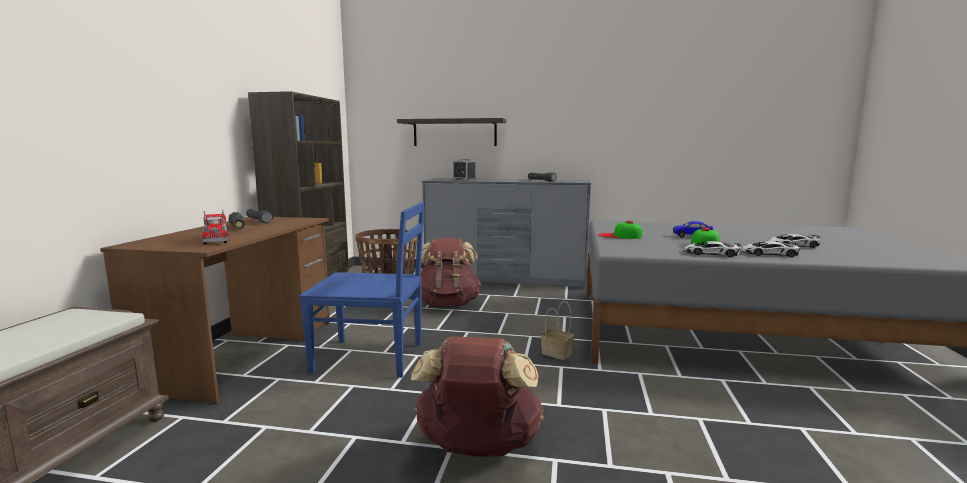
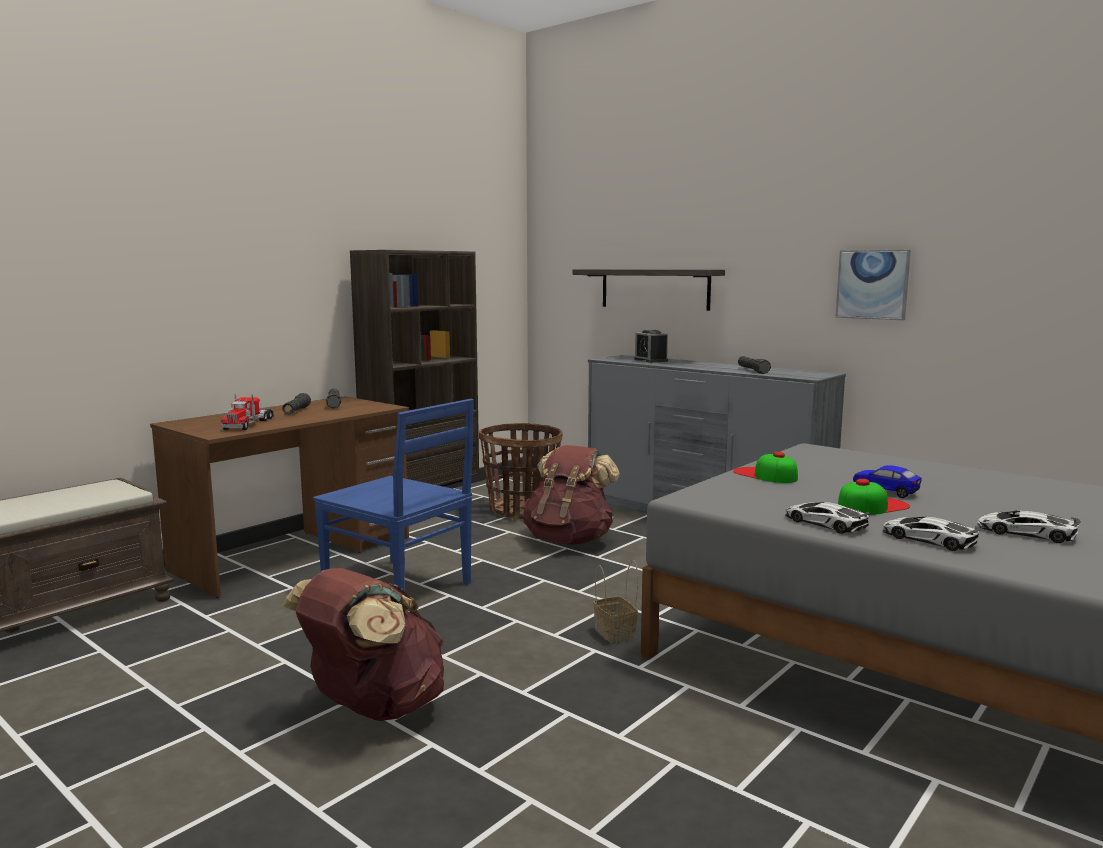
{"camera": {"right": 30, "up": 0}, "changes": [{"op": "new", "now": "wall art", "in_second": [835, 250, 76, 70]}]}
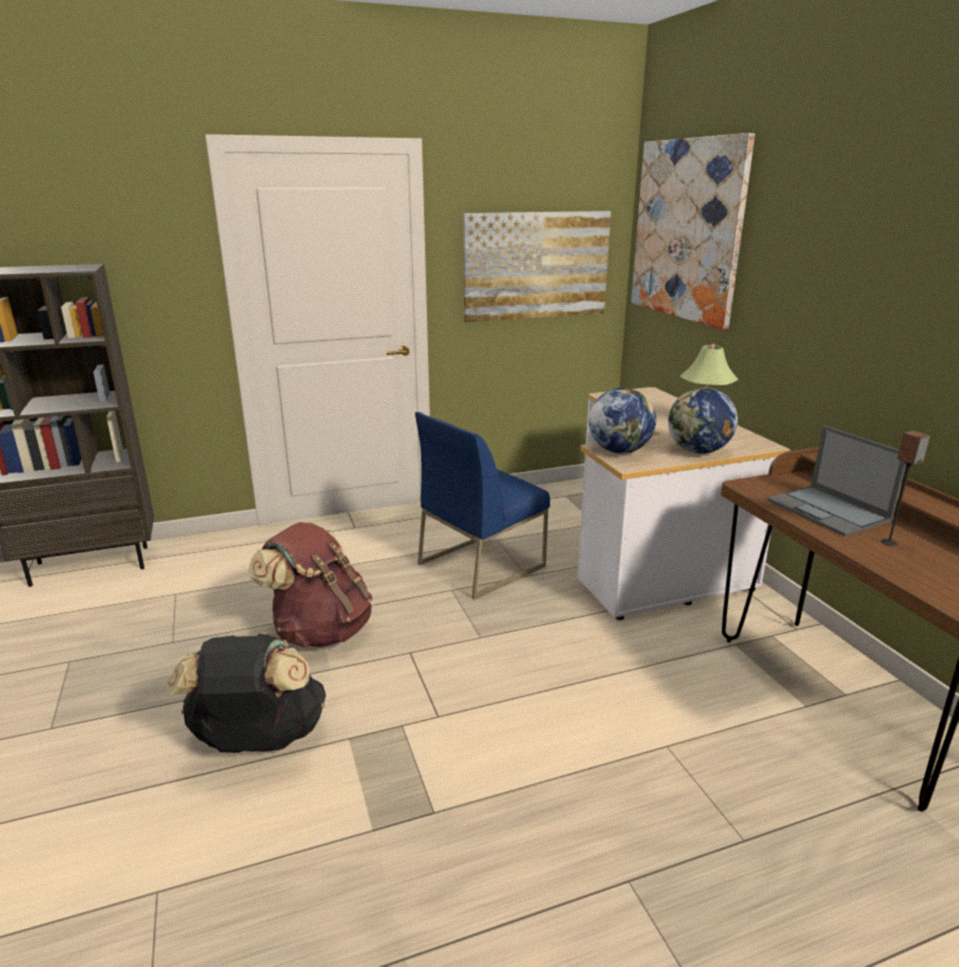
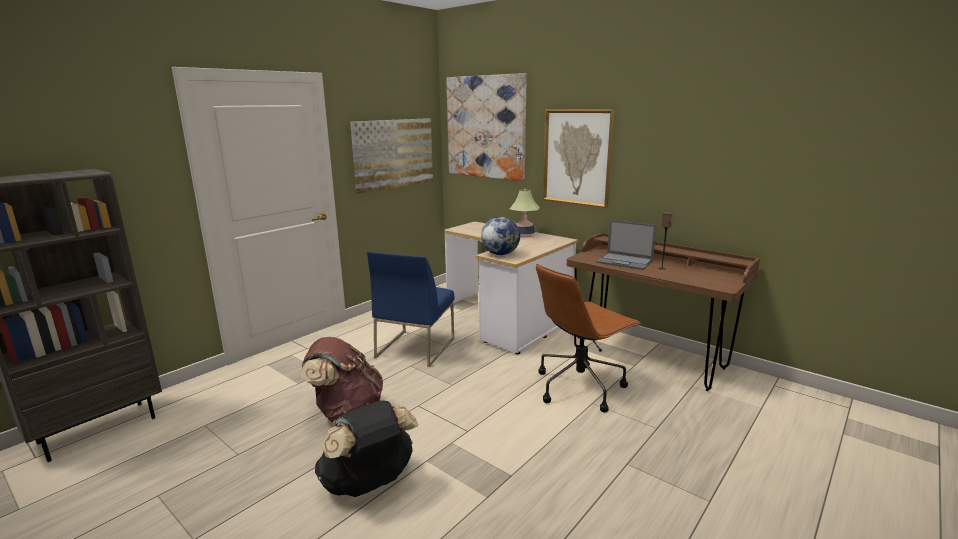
{"camera": {"right": -30, "up": -5}, "changes": [{"op": "gone", "was": "globe", "in_first": [668, 388, 70, 65]}, {"op": "new", "now": "brown computer chair", "in_second": [536, 264, 106, 149]}, {"op": "new", "now": "wall art", "in_second": [543, 110, 72, 98]}]}
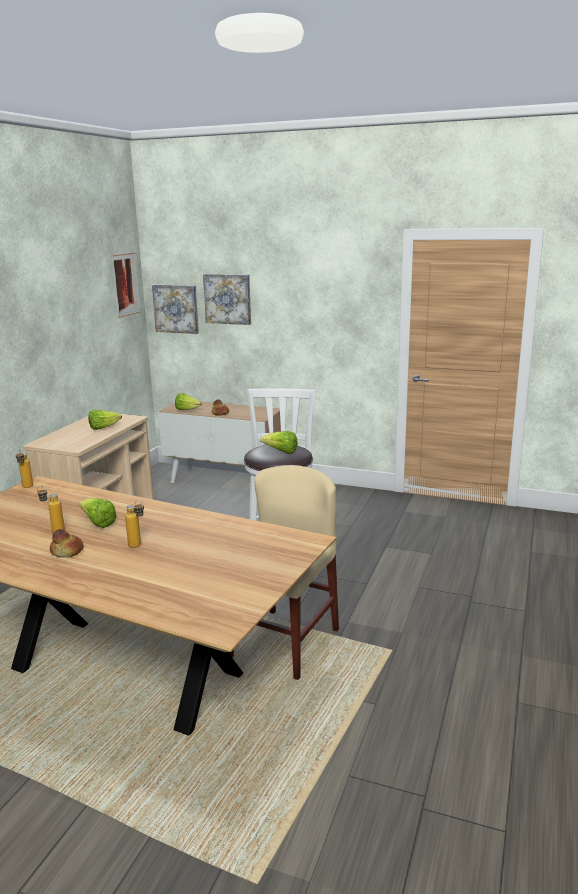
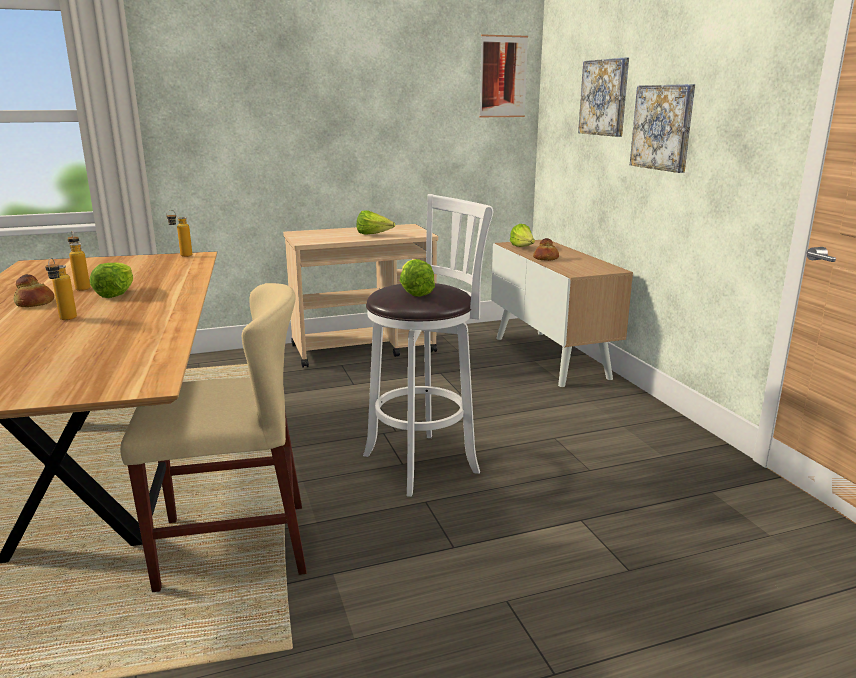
{"camera": {"right": 50, "up": 0}, "changes": [{"op": "shifted", "was": "wall art", "in_first": [152, 285, 47, 49], "in_second": [630, 84, 65, 89]}]}
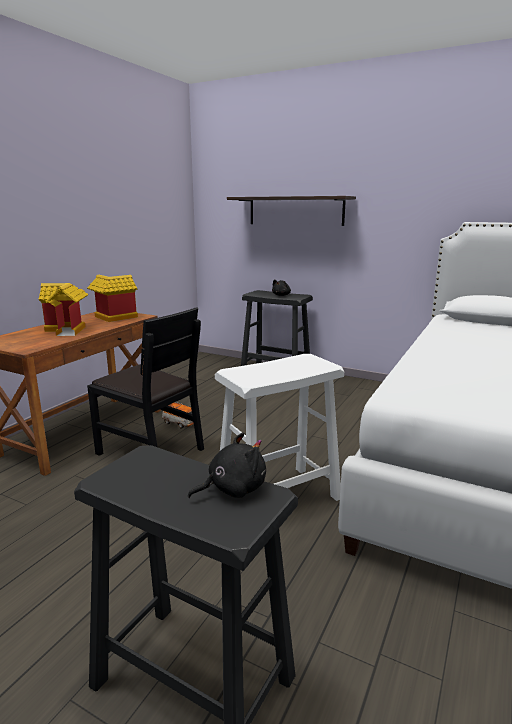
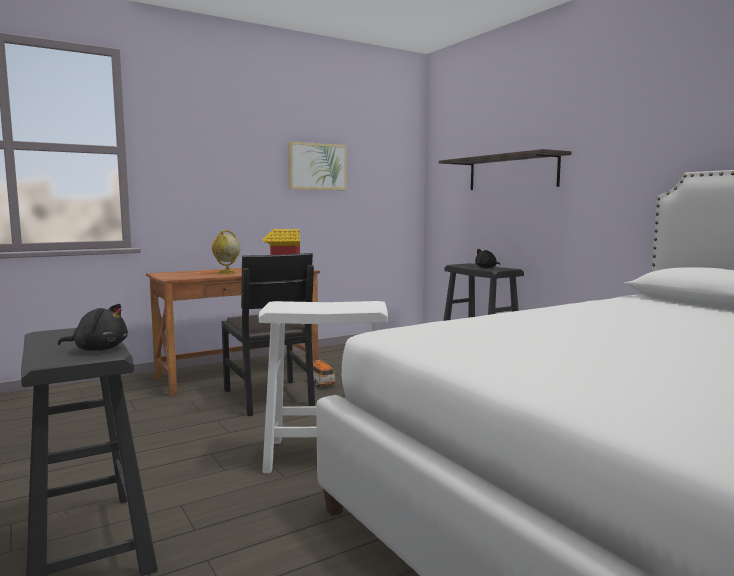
{"camera": {"right": 30, "up": -10}, "changes": [{"op": "new", "now": "wall art", "in_second": [288, 141, 59, 49]}, {"op": "swapped", "was": "model house", "now": "globe", "in_first": [39, 283, 49, 53], "in_second": [212, 230, 28, 44]}]}
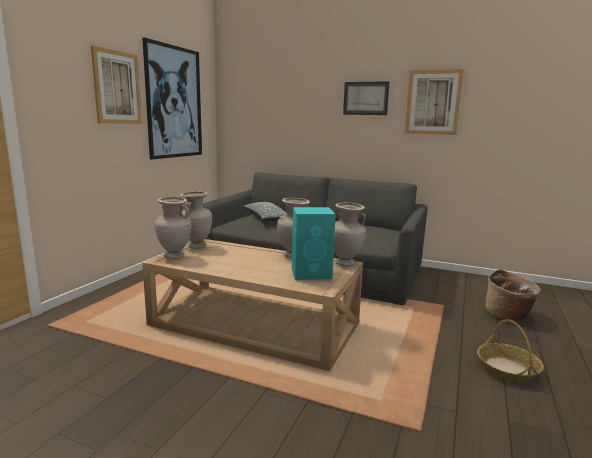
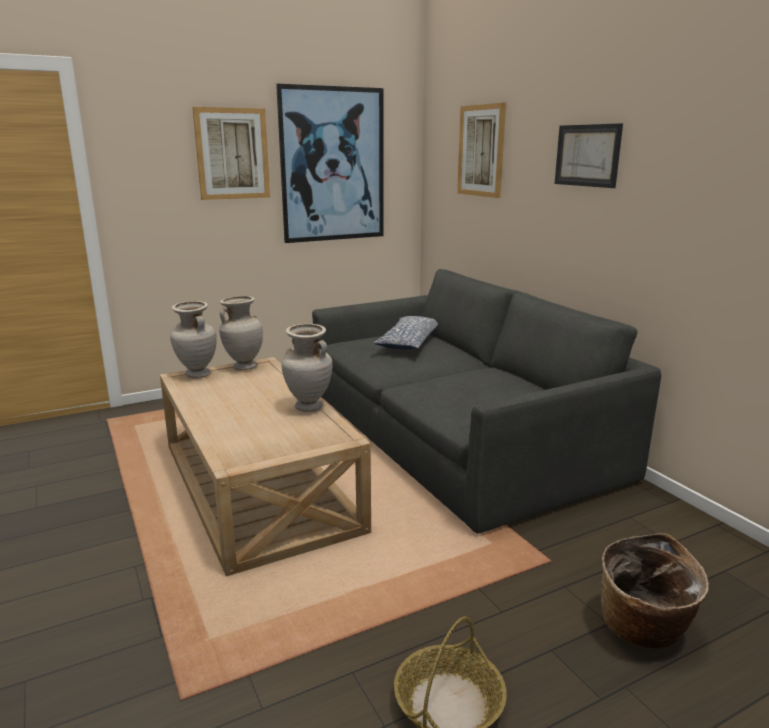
{"camera": {"right": 40, "up": 5}, "changes": [{"op": "gone", "was": "turquoise-coloured speaker", "in_first": [292, 207, 43, 73]}, {"op": "gone", "was": "beige flower vase", "in_first": [334, 203, 32, 63]}, {"op": "shifted", "was": "wall art", "in_first": [405, 69, 59, 66], "in_second": [457, 102, 49, 96]}]}
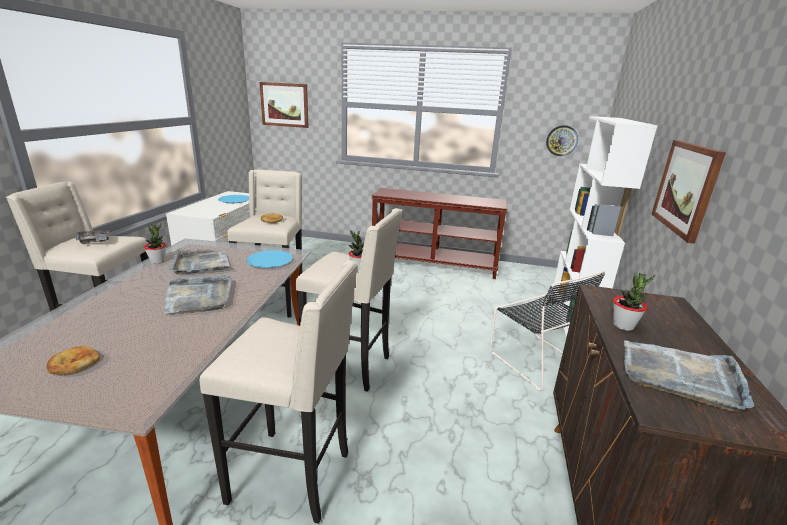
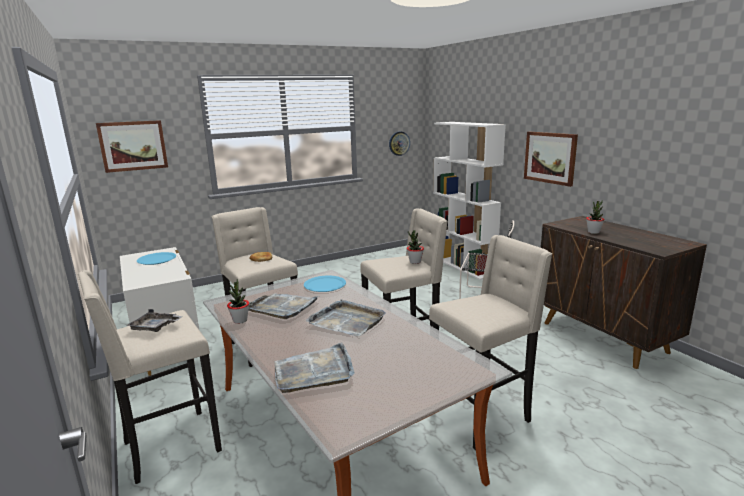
{"camera": {"right": -40, "up": -5}, "changes": [{"op": "gone", "was": "baked bread", "in_first": [46, 346, 54, 29]}, {"op": "gone", "was": "brown narrow table", "in_first": [372, 188, 135, 91]}, {"op": "shifted", "was": "grey tray", "in_first": [624, 340, 130, 72], "in_second": [275, 342, 80, 51]}]}
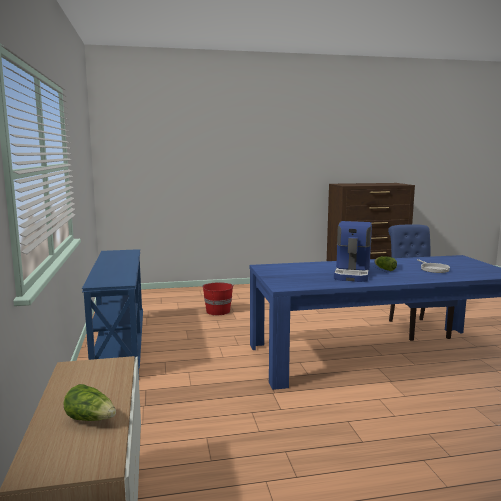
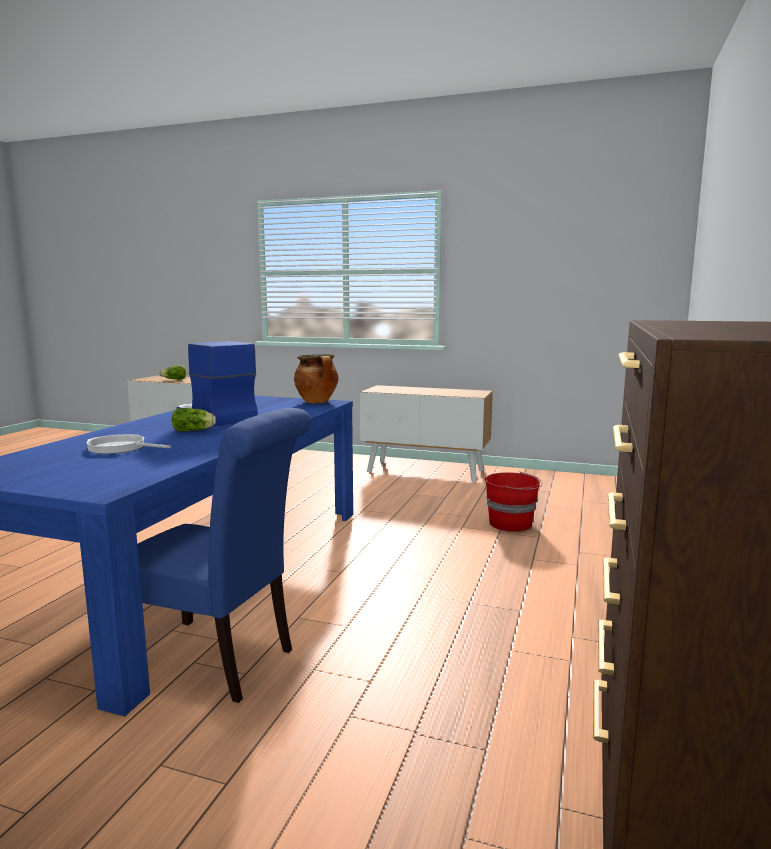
{"camera": {"right": 120, "up": 0}, "changes": [{"op": "new", "now": "saucepot", "in_second": [294, 354, 44, 49]}, {"op": "swapped", "was": "bluish narrow table", "now": "cupboard", "in_first": [82, 249, 61, 123], "in_second": [360, 385, 133, 97]}]}
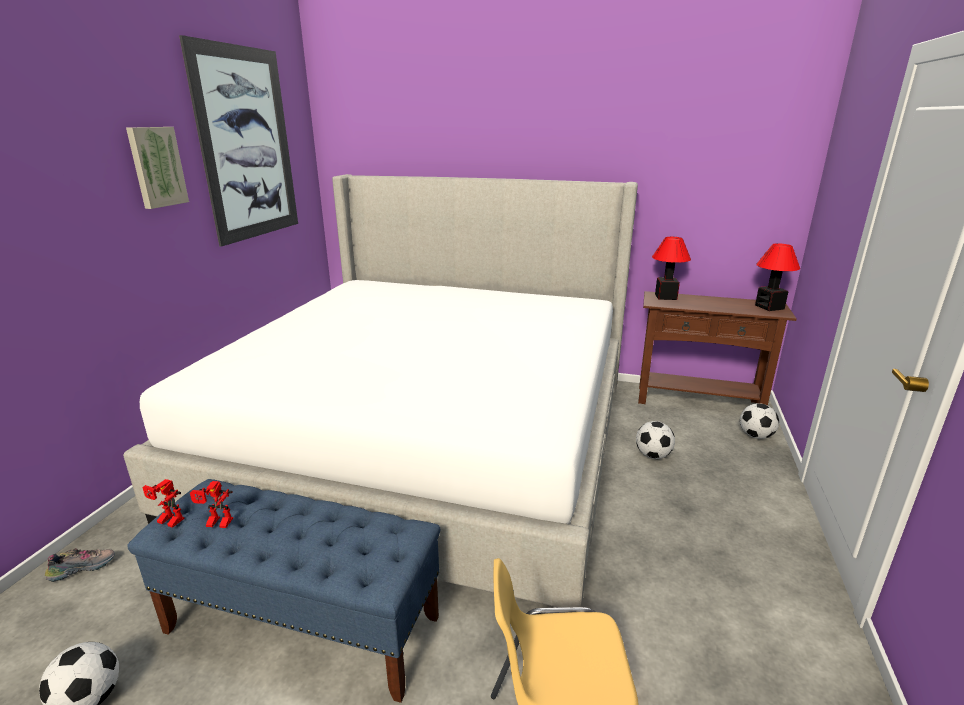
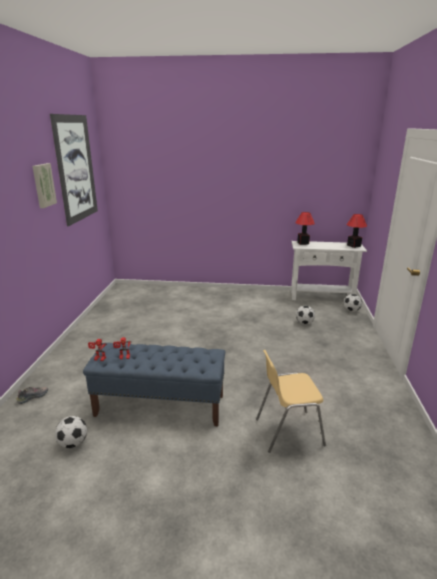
{"camera": {"right": -10, "up": 0}, "changes": [{"op": "gone", "was": "bedroom bed", "in_first": [123, 174, 515, 433]}, {"op": "repainted", "was": "brown narrow table", "now": "white-coloured narrow table", "in_first": [638, 291, 159, 114], "in_second": [291, 241, 76, 59]}]}
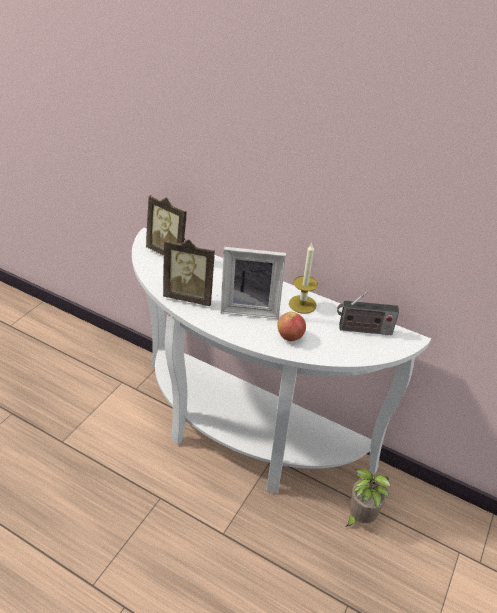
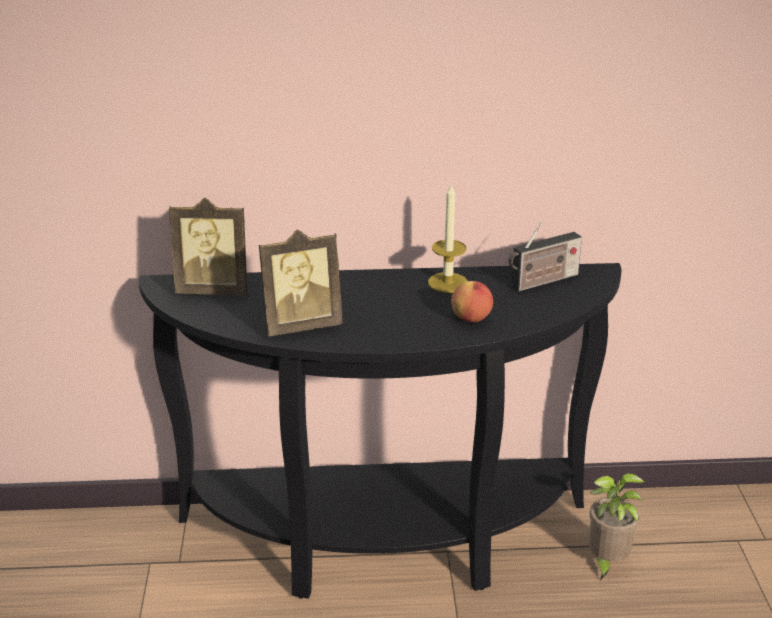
{"camera": {"right": -30, "up": -10}, "changes": [{"op": "gone", "was": "photo frame", "in_first": [221, 247, 65, 72]}, {"op": "repainted", "was": "white-coloured narrow table", "now": "black-coloured narrow table", "in_first": [132, 228, 299, 265], "in_second": [138, 263, 483, 336]}]}
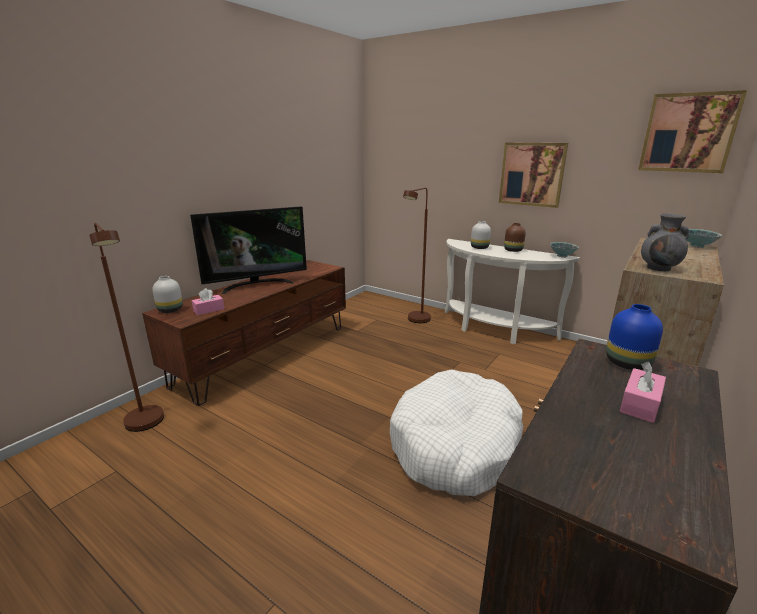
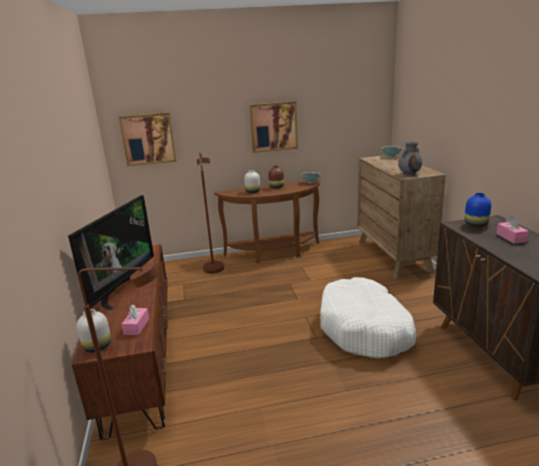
{"camera": {"right": -45, "up": 0}, "changes": [{"op": "shifted", "was": "wall art", "in_first": [638, 90, 109, 83], "in_second": [119, 112, 57, 54]}, {"op": "repainted", "was": "white-coloured narrow table", "now": "brown narrow table", "in_first": [445, 239, 135, 105], "in_second": [214, 180, 106, 83]}]}
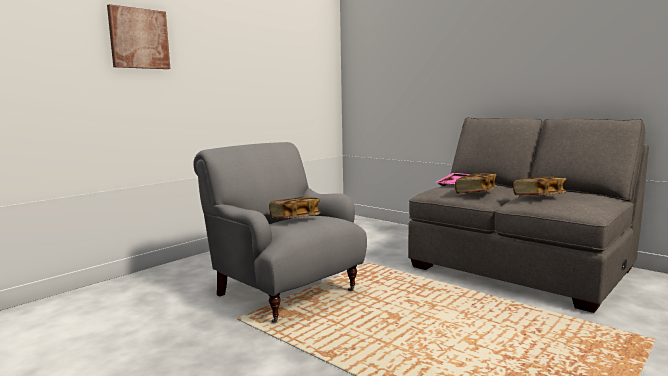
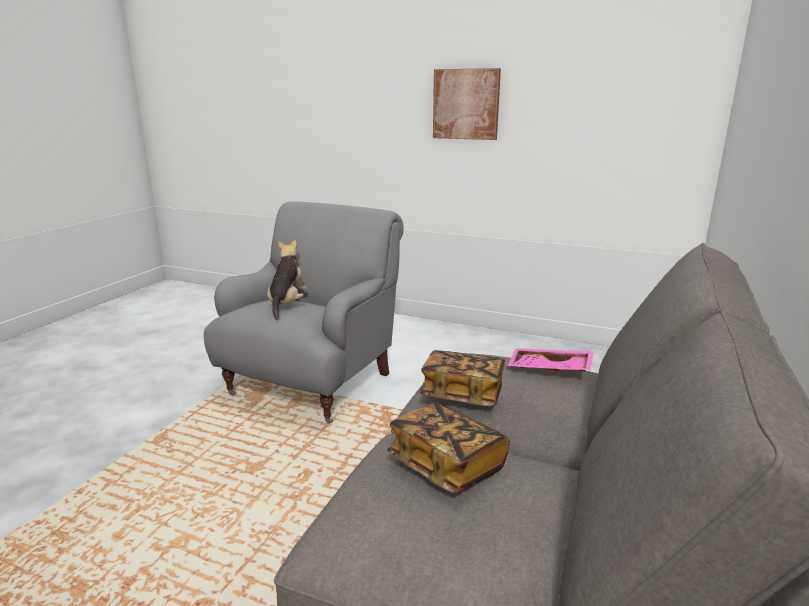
{"camera": {"right": 70, "up": 10}, "changes": [{"op": "shifted", "was": "wall art", "in_first": [107, 4, 63, 65], "in_second": [433, 68, 68, 72]}, {"op": "swapped", "was": "bound book", "now": "plush toy", "in_first": [269, 197, 52, 22], "in_second": [267, 240, 40, 80]}]}
